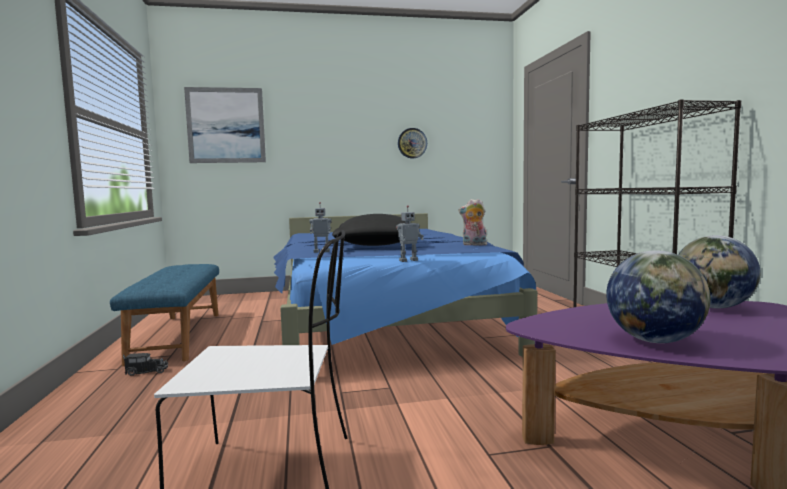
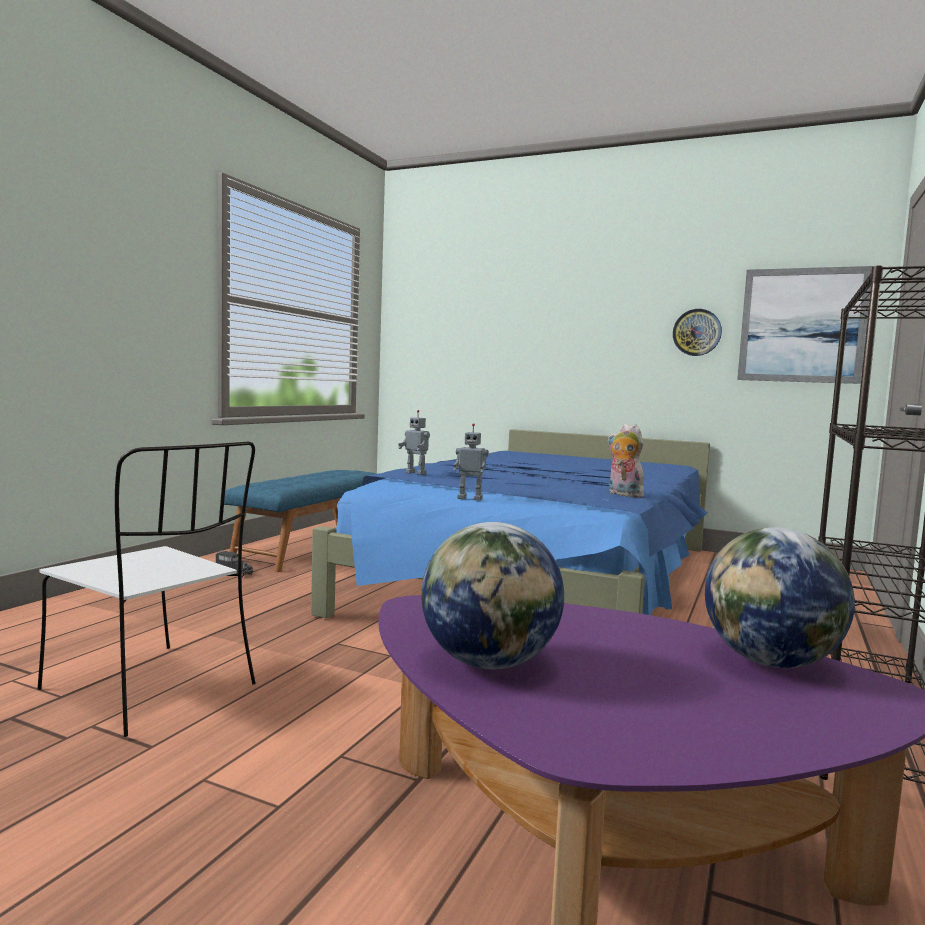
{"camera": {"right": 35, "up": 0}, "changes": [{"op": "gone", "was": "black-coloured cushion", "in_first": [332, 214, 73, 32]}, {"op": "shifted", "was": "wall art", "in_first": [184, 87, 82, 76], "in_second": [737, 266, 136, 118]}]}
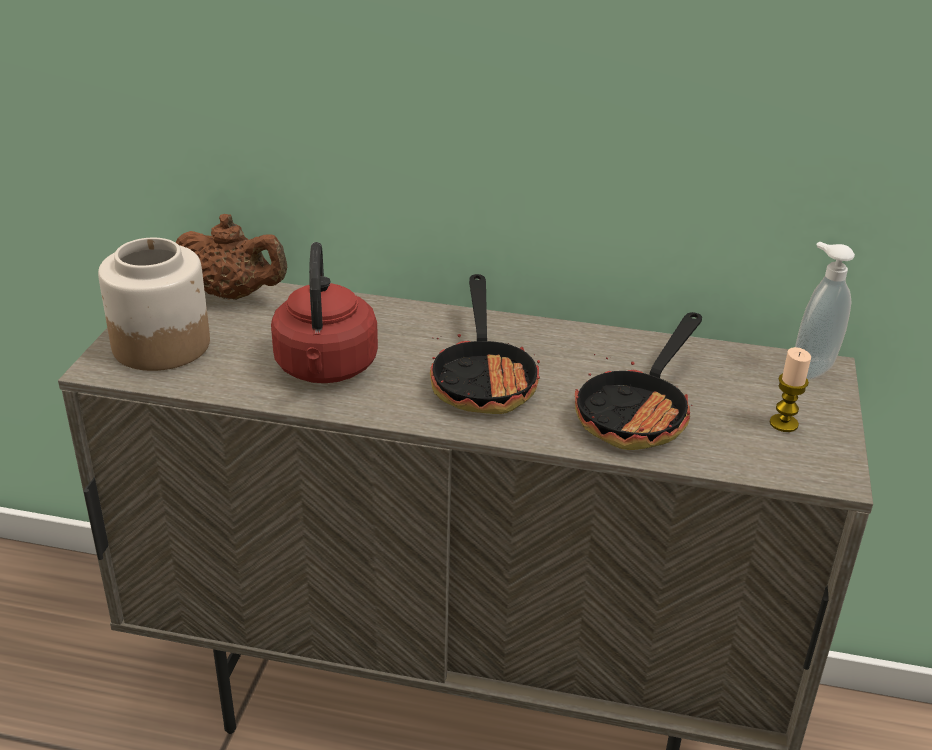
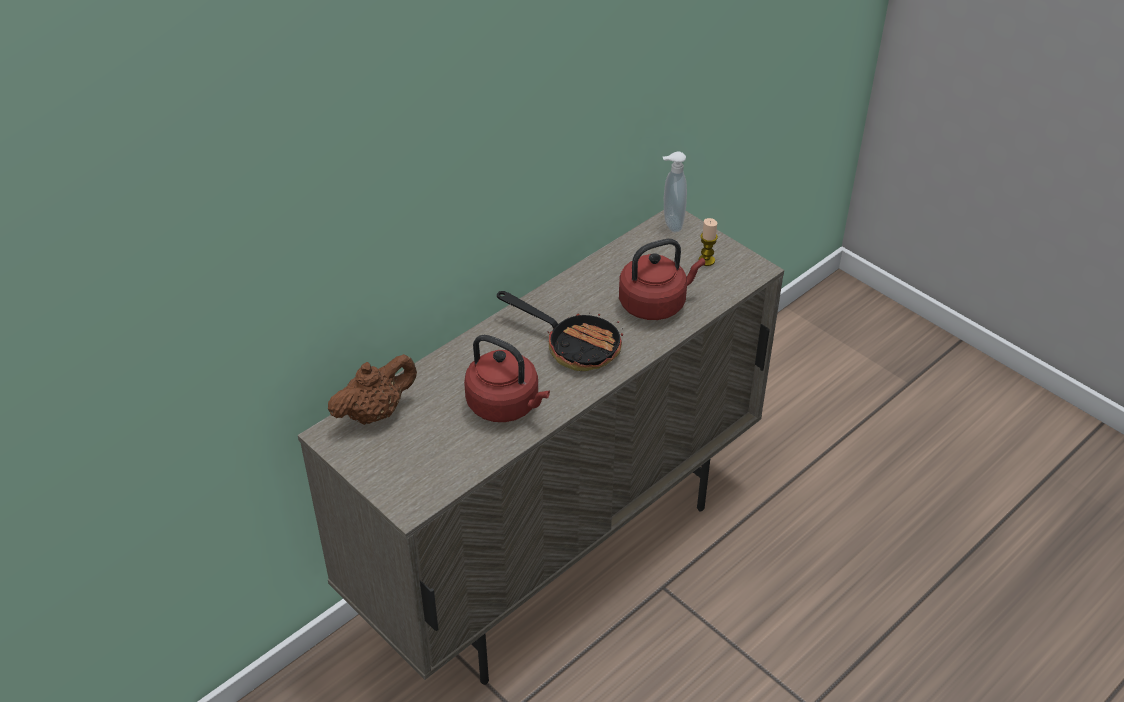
{"camera": {"right": -55, "up": 10}, "changes": [{"op": "gone", "was": "preserve jar", "in_first": [98, 238, 112, 133]}, {"op": "swapped", "was": "skillet", "now": "reddish tea kettle", "in_first": [575, 312, 127, 138], "in_second": [619, 239, 86, 81]}]}
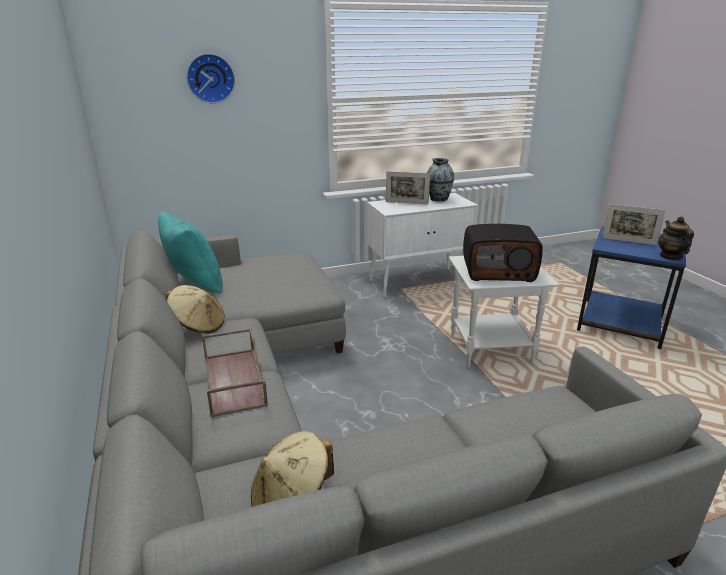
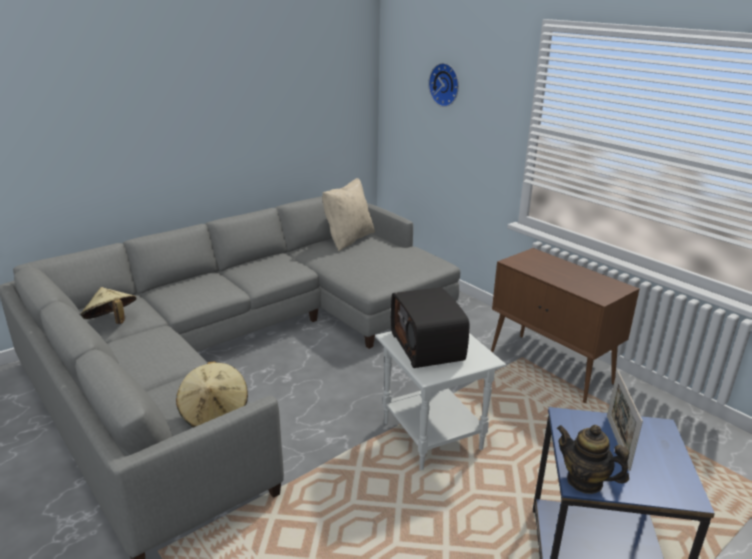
{"camera": {"right": 70, "up": 0}, "changes": [{"op": "gone", "was": "brown tray", "in_first": [202, 328, 66, 90]}, {"op": "gone", "was": "photo frame", "in_first": [386, 171, 44, 33]}, {"op": "gone", "was": "flower vase", "in_first": [427, 158, 27, 44]}, {"op": "shifted", "was": "beige wearable hat", "in_first": [165, 285, 60, 48], "in_second": [176, 361, 72, 67]}, {"op": "repainted", "was": "turquoise-coloured cushion", "now": "beige cushion", "in_first": [158, 211, 65, 83], "in_second": [322, 178, 53, 73]}, {"op": "repainted", "was": "white-coloured cupboard", "now": "brown cupboard", "in_first": [367, 193, 111, 105], "in_second": [491, 248, 149, 155]}, {"op": "rotated", "was": "teapot", "in_first": [658, 216, 36, 44], "in_second": [556, 425, 74, 69], "clockwise": -120}]}
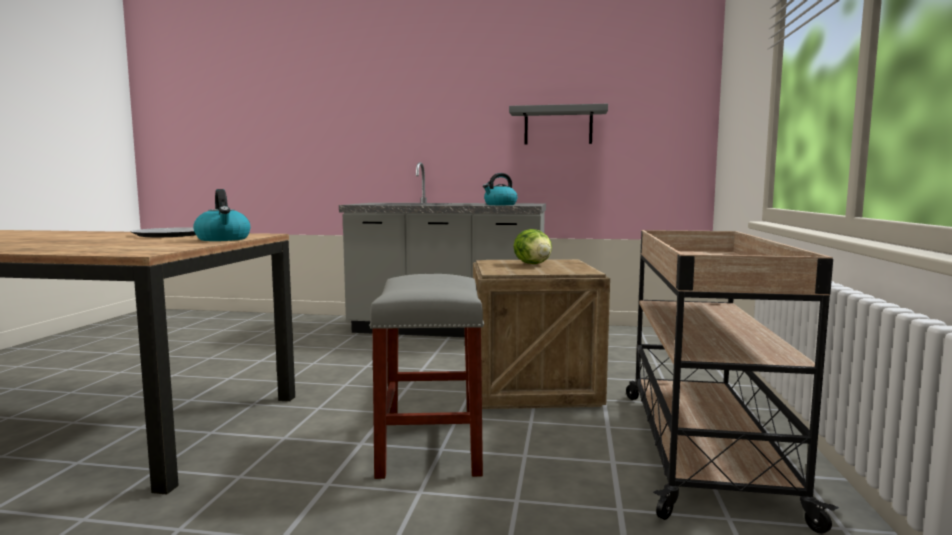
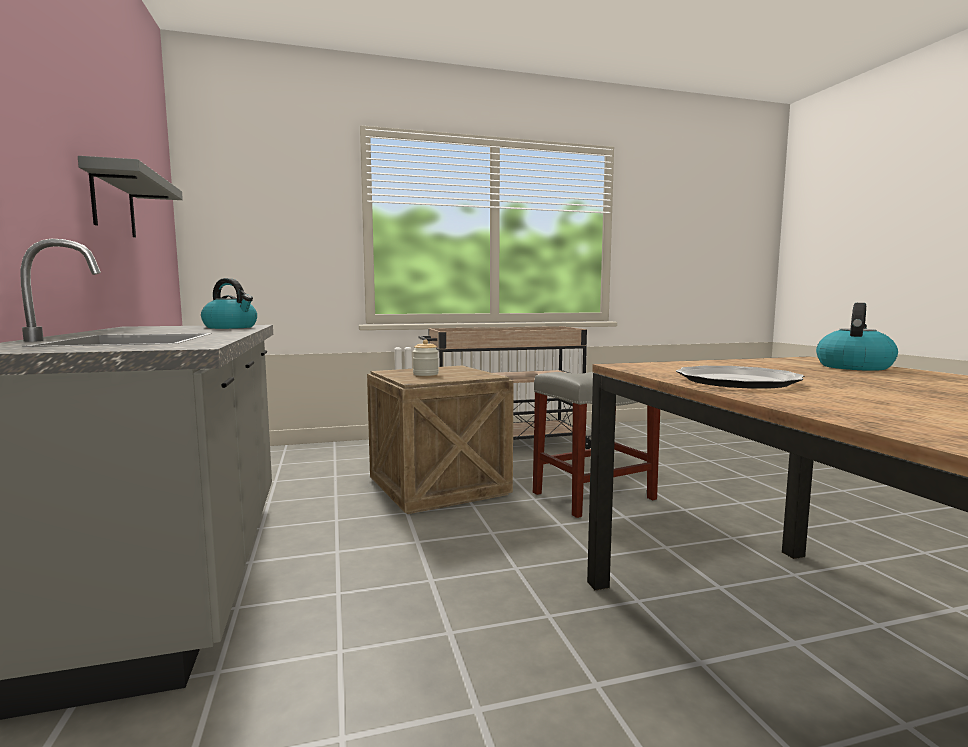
{"camera": {"right": -115, "up": 0}, "changes": [{"op": "shifted", "was": "tea kettle", "in_first": [193, 189, 57, 52], "in_second": [816, 303, 82, 68]}, {"op": "swapped", "was": "head of lettuce", "now": "preserve jar", "in_first": [513, 229, 39, 35], "in_second": [413, 340, 26, 36]}]}
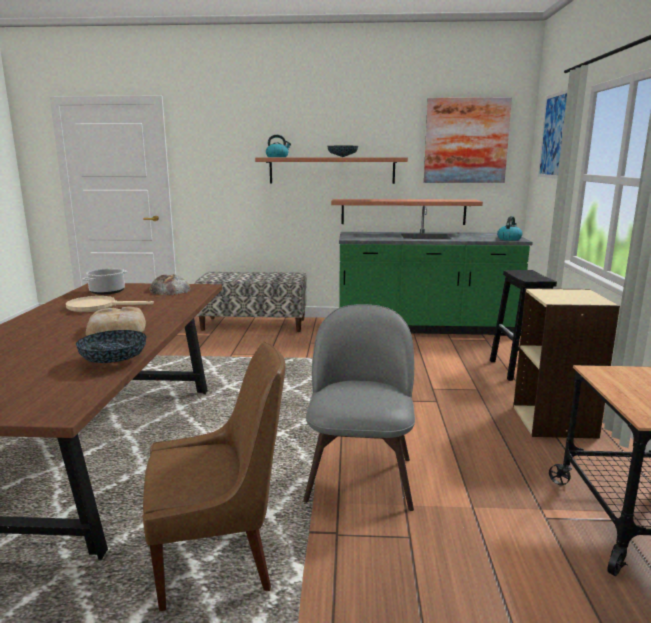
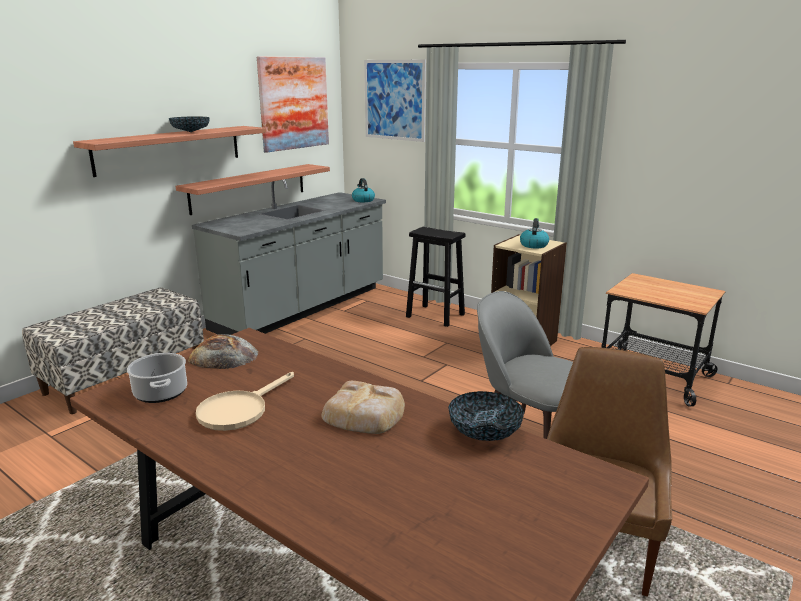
{"camera": {"right": -55, "up": 5}, "changes": [{"op": "shifted", "was": "tea kettle", "in_first": [266, 135, 25, 22], "in_second": [520, 218, 29, 30]}, {"op": "repainted", "was": "greenish counter", "now": "grey counter", "in_first": [339, 206, 194, 129], "in_second": [192, 179, 194, 156]}]}
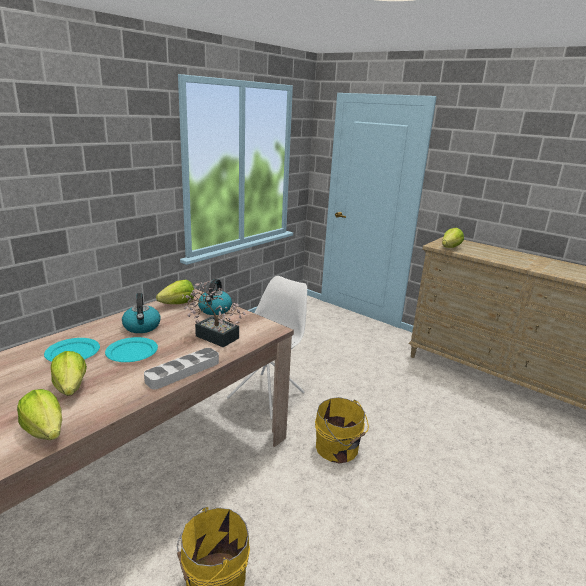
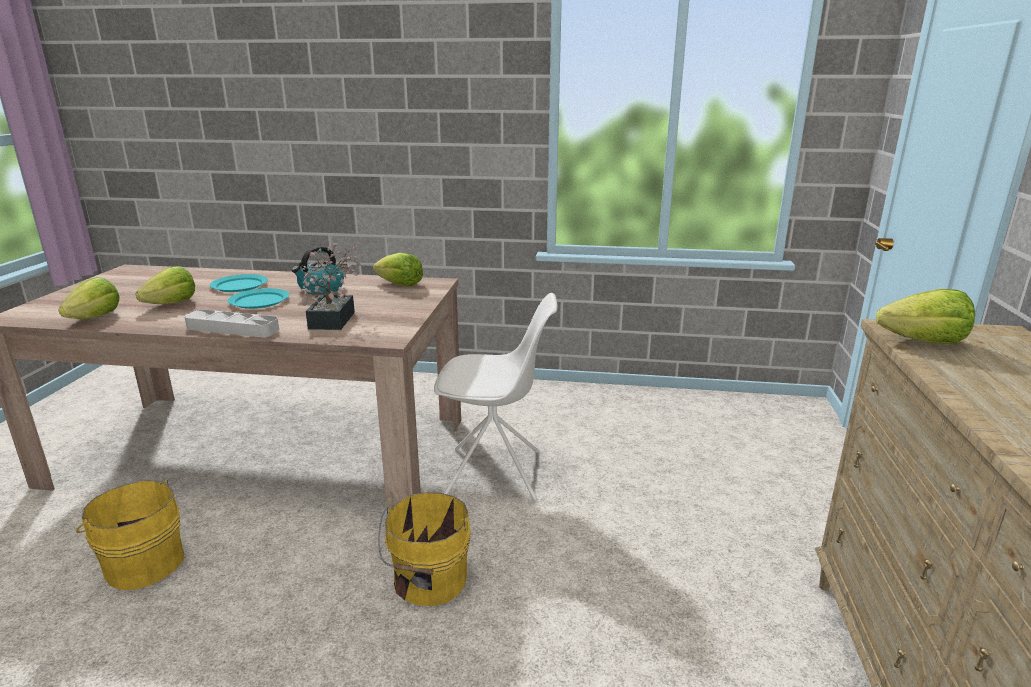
{"camera": {"right": 60, "up": 0}, "changes": [{"op": "gone", "was": "tea kettle", "in_first": [198, 279, 34, 36]}]}
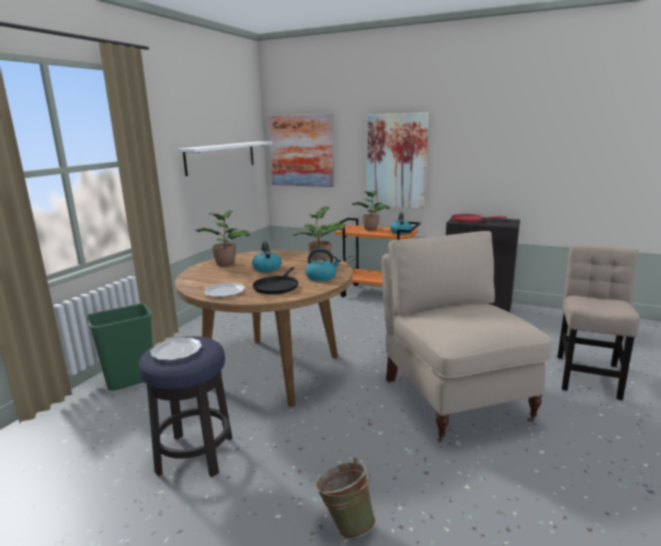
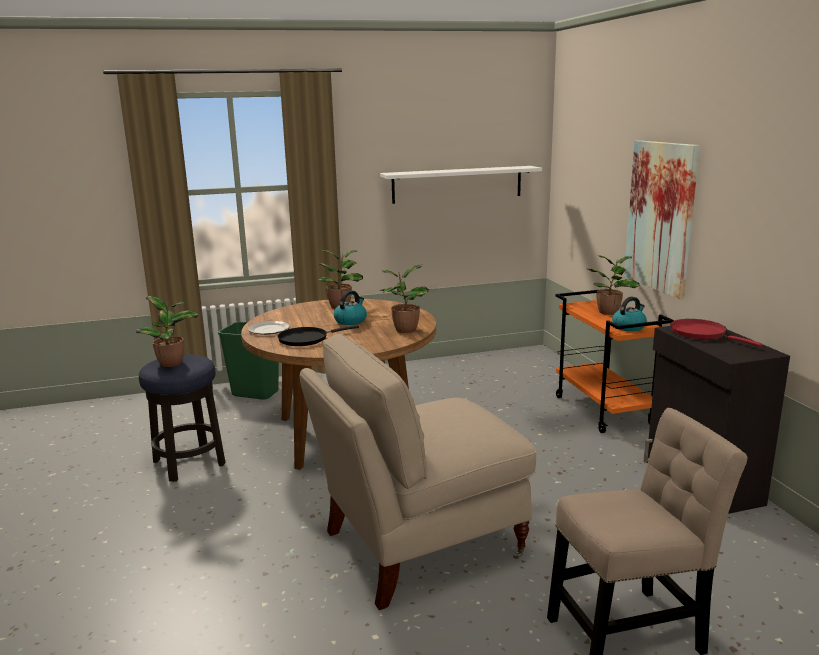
{"camera": {"right": 50, "up": 0}, "changes": [{"op": "gone", "was": "wall art", "in_first": [268, 114, 66, 73]}, {"op": "gone", "was": "tea kettle", "in_first": [305, 248, 36, 33]}, {"op": "gone", "was": "greenish pail", "in_first": [315, 458, 60, 81]}, {"op": "swapped", "was": "flat dish", "now": "potted plant", "in_first": [150, 337, 52, 23], "in_second": [136, 296, 63, 71]}, {"op": "rotated", "was": "beige plain chair", "in_first": [382, 231, 171, 211], "in_second": [300, 333, 236, 277], "clockwise": -150}]}
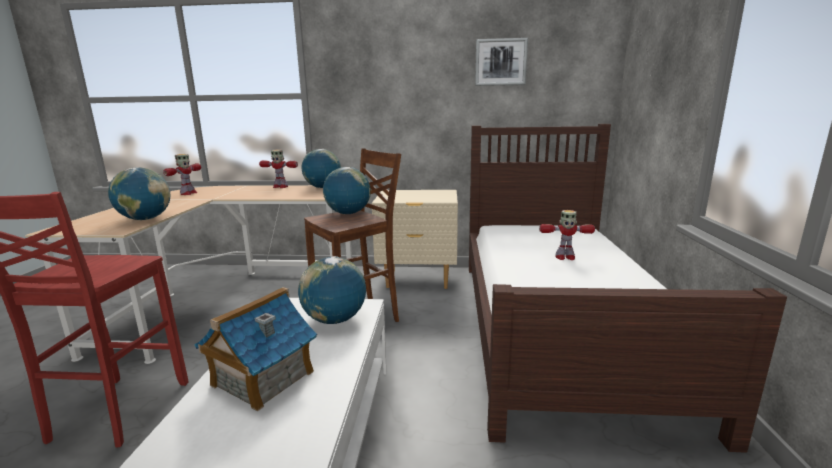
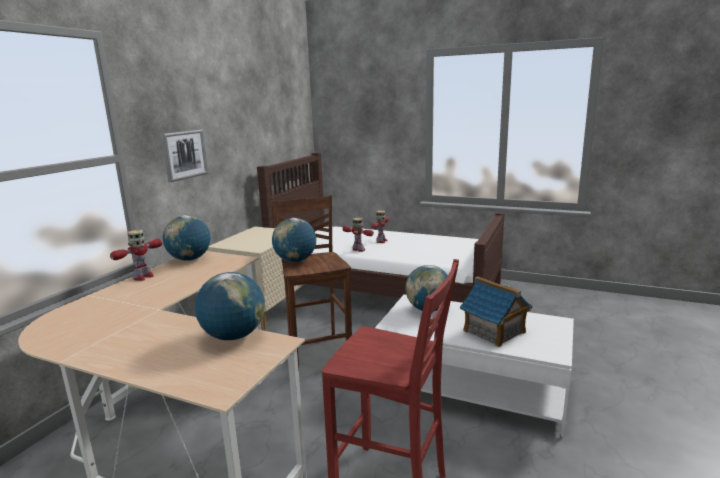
{"camera": {"right": -70, "up": 0}, "changes": [{"op": "shifted", "was": "model robot", "in_first": [163, 154, 38, 41], "in_second": [342, 218, 32, 34]}, {"op": "shifted", "was": "wall art", "in_first": [475, 38, 53, 48], "in_second": [161, 130, 47, 52]}]}
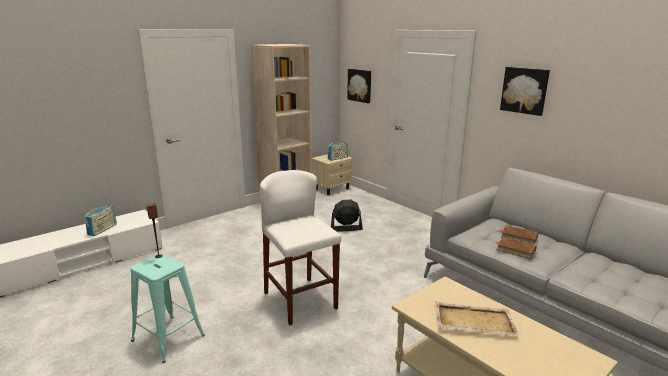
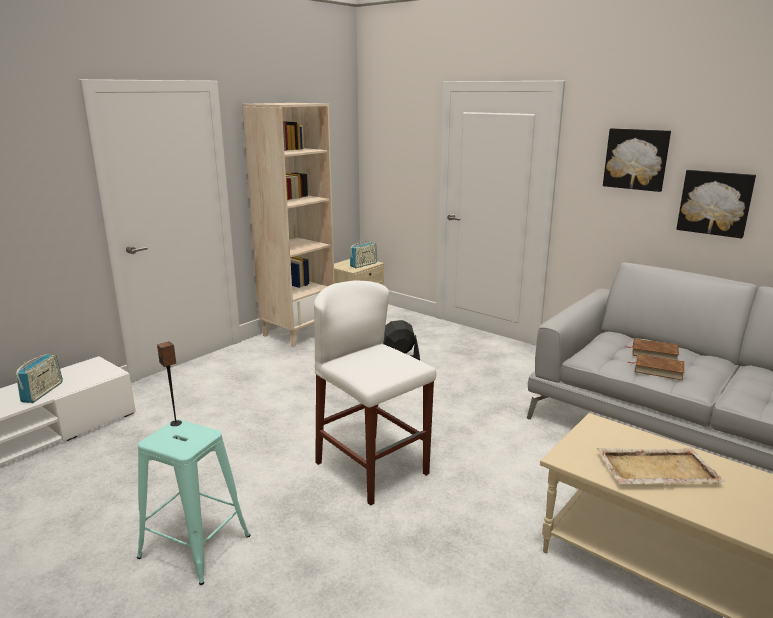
{"camera": {"right": -10, "up": 0}, "changes": [{"op": "shifted", "was": "wall art", "in_first": [347, 69, 24, 34], "in_second": [676, 170, 80, 68]}]}
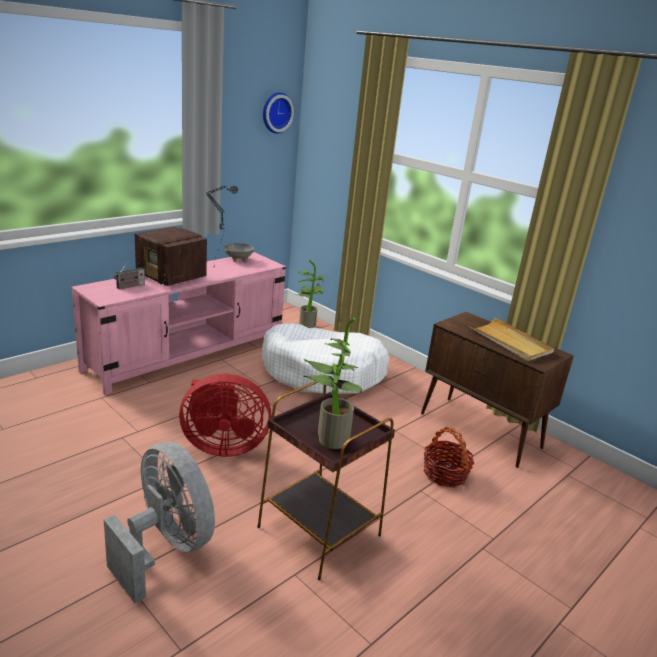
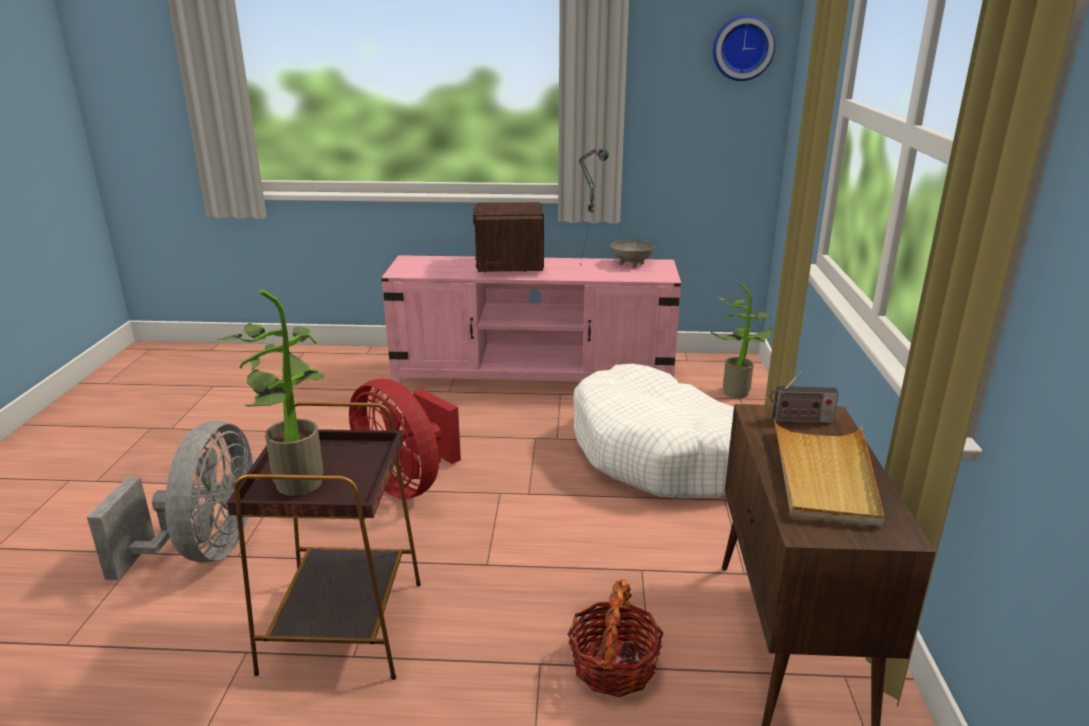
{"camera": {"right": 50, "up": 0}, "changes": [{"op": "shifted", "was": "radio", "in_first": [114, 264, 31, 26], "in_second": [769, 371, 70, 52]}]}
